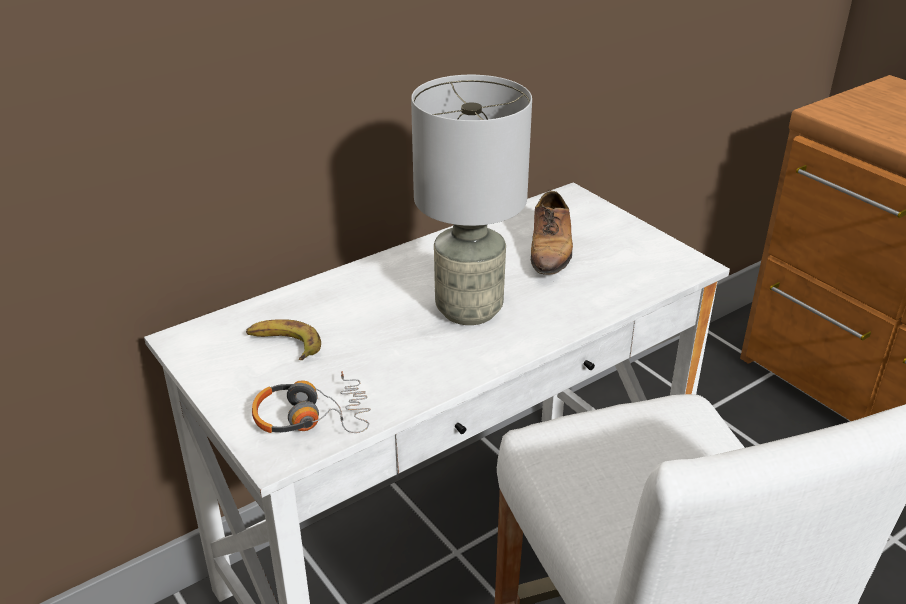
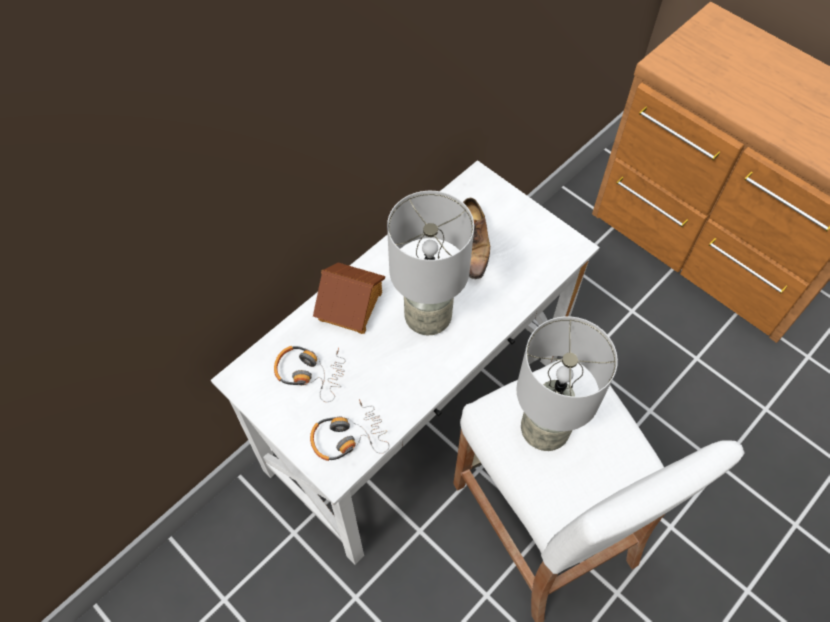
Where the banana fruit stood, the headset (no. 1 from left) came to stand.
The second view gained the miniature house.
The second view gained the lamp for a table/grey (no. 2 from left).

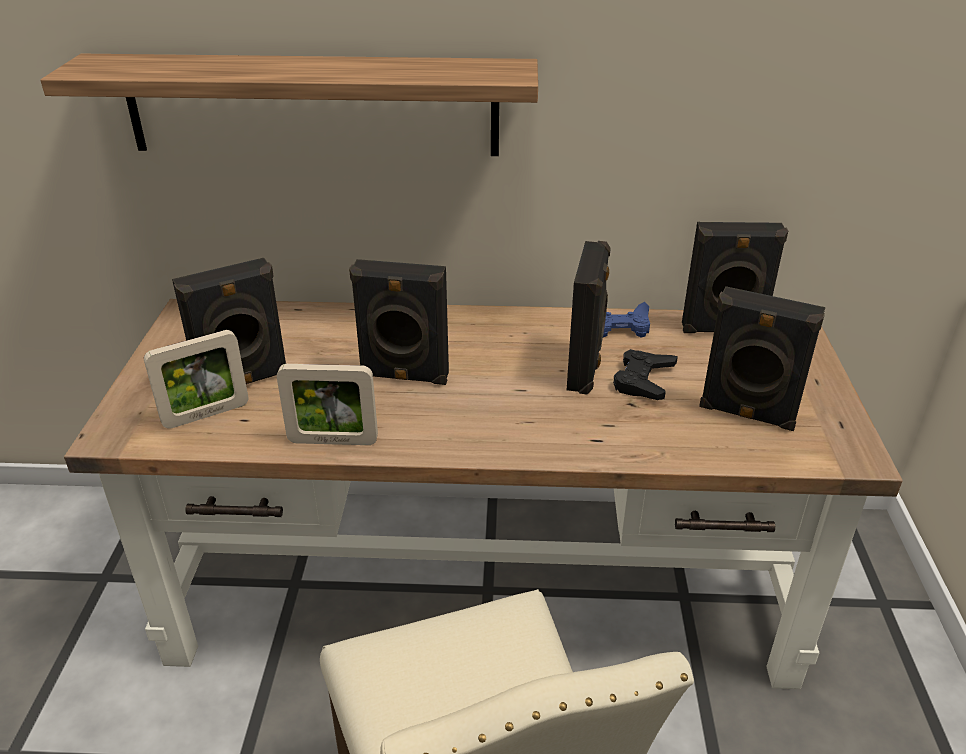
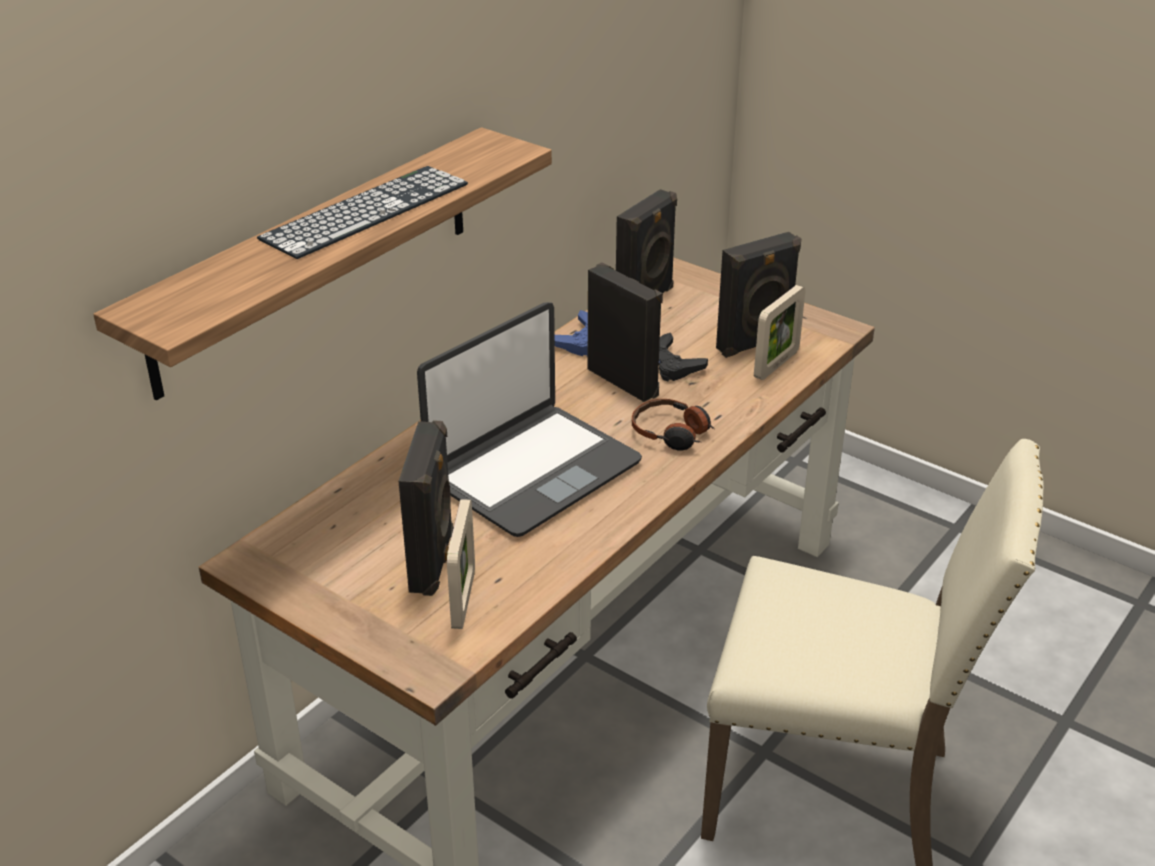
The second view gained the PC keyboard.
Where the speaker/blackish (no. 2 from left) stood, the notebook computer came to stand.
The second view gained the headset.
The standing frame (no. 2 from left) ended up elsewhere.

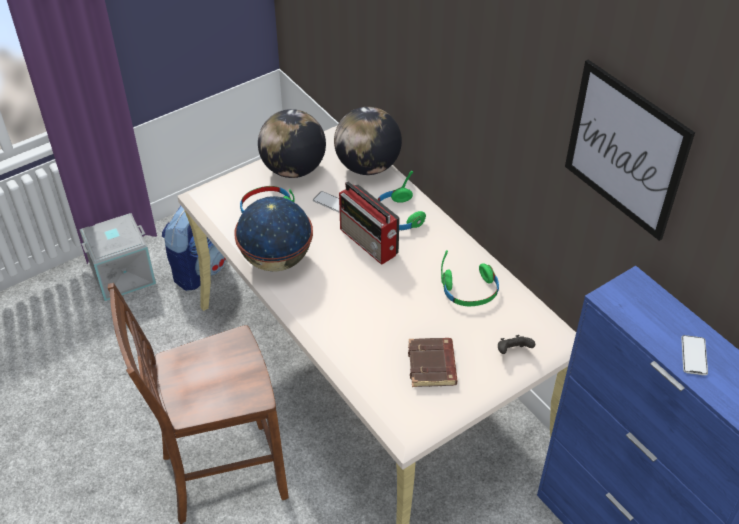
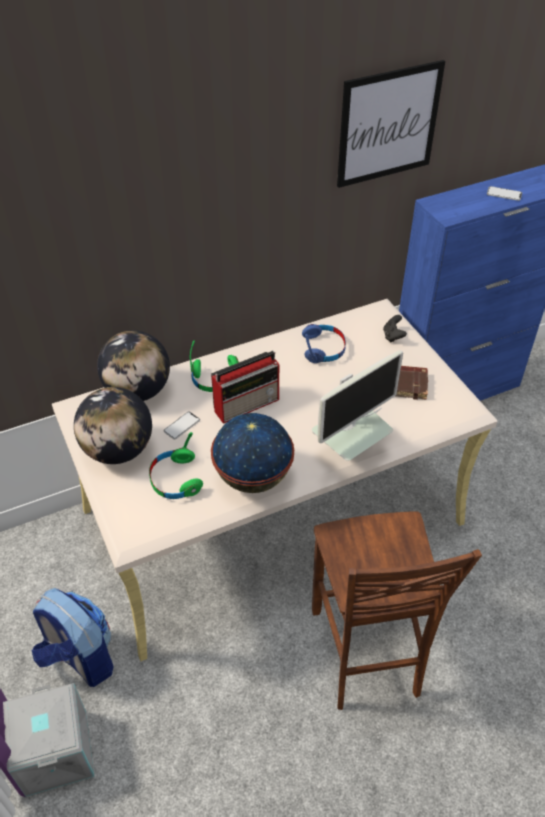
What was the headset/green-coloured (no. 3 from left) turned into the headset/blue-coloured.
The second view gained the computer screen.

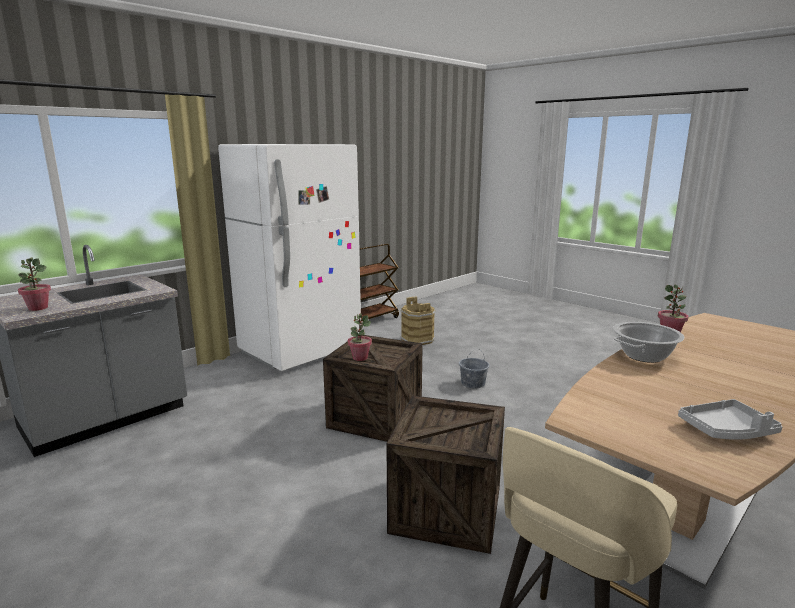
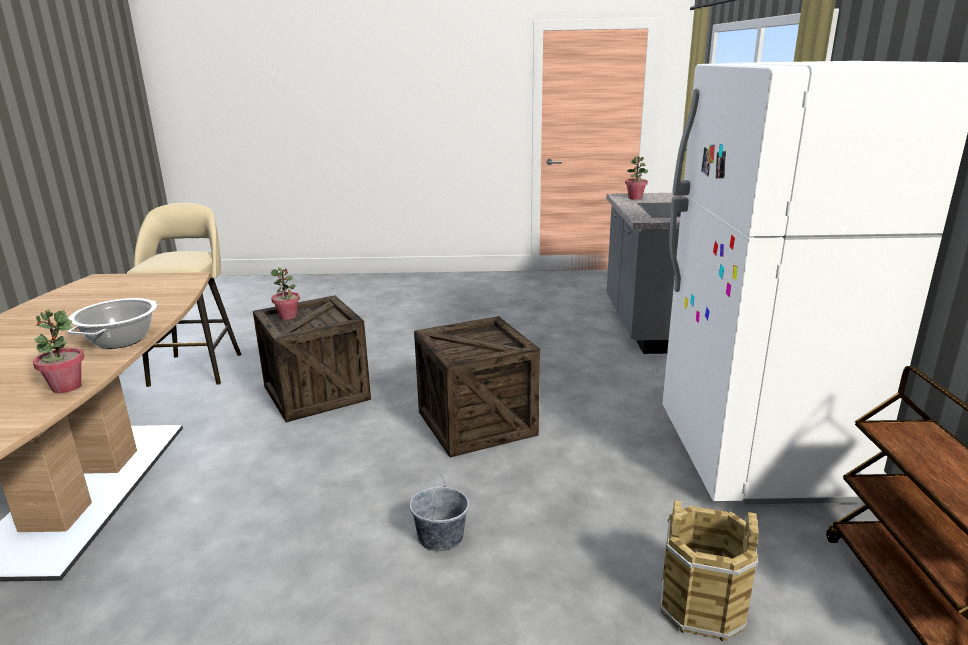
The houseplant (no. 2 from left) ended up elsewhere.
The second view lost the serving tray/grey.

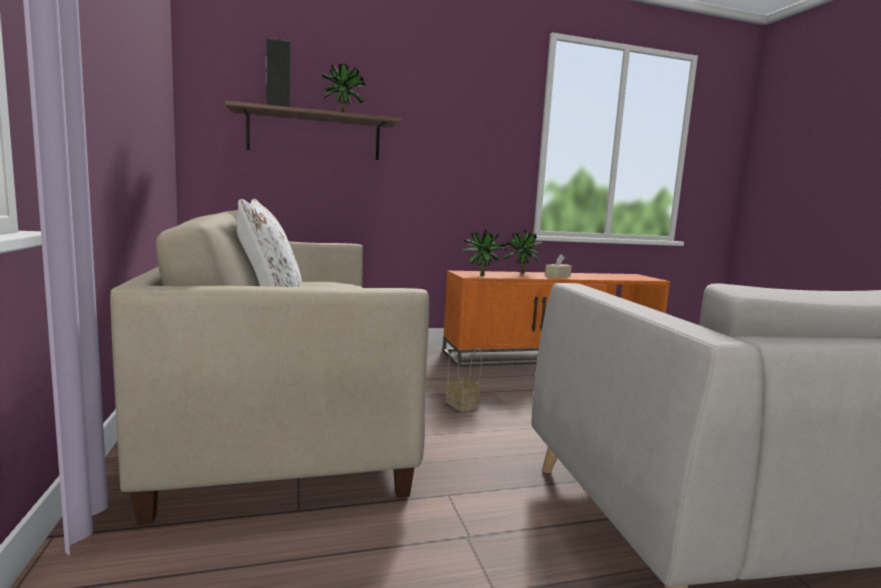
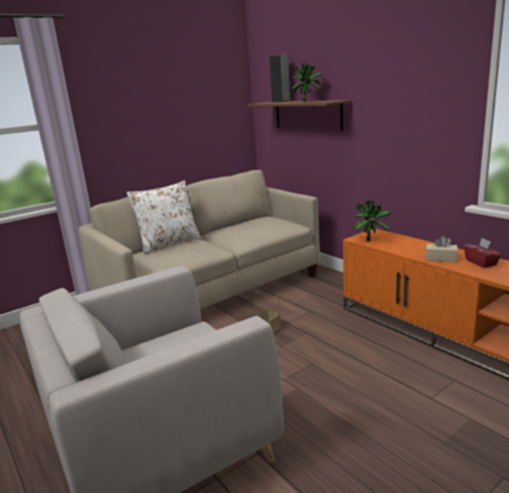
The second view gained the tissue holder/red.
The second view lost the houseplant (no. 3 from left).

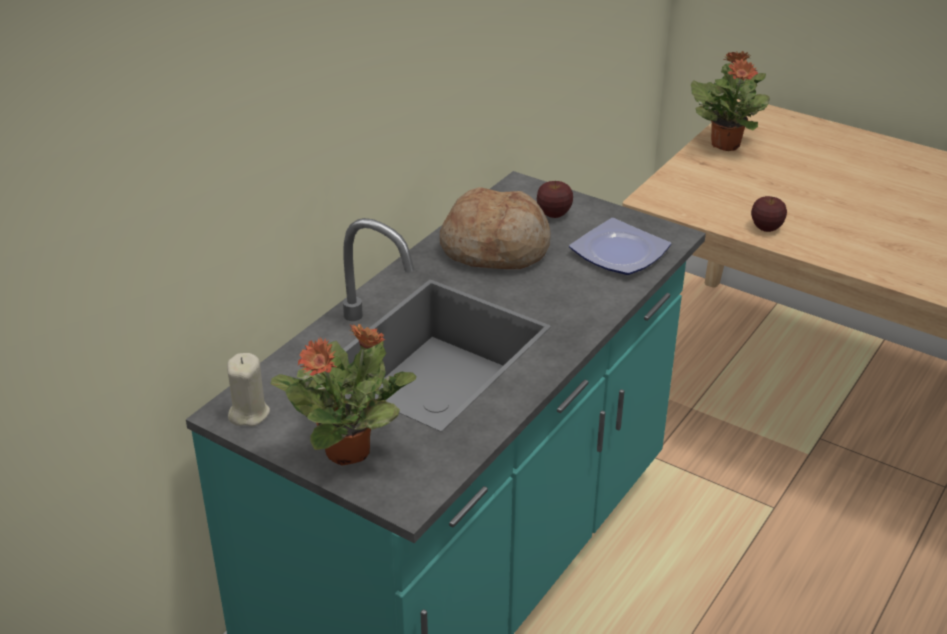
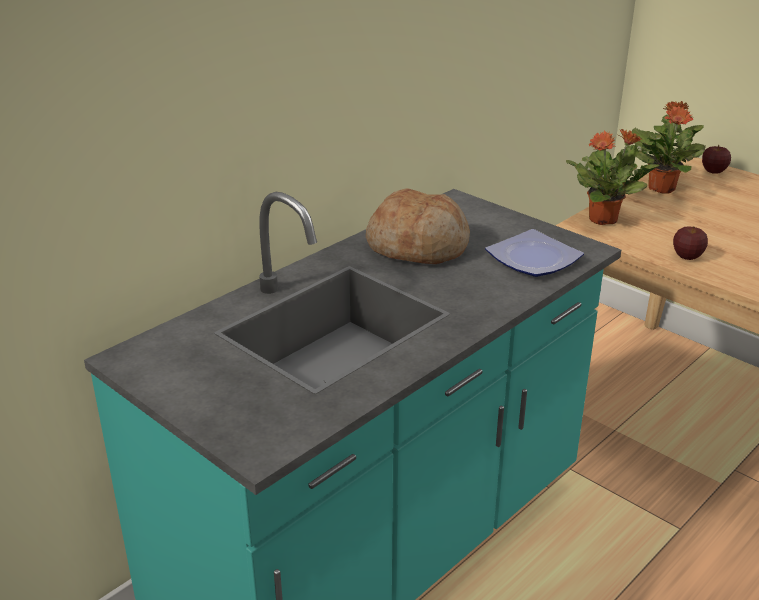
The houseplant (no. 1 from left) ended up elsewhere.
The apple fruit (no. 1 from left in the first image) ended up elsewhere.
The second view lost the wax candle/beige.

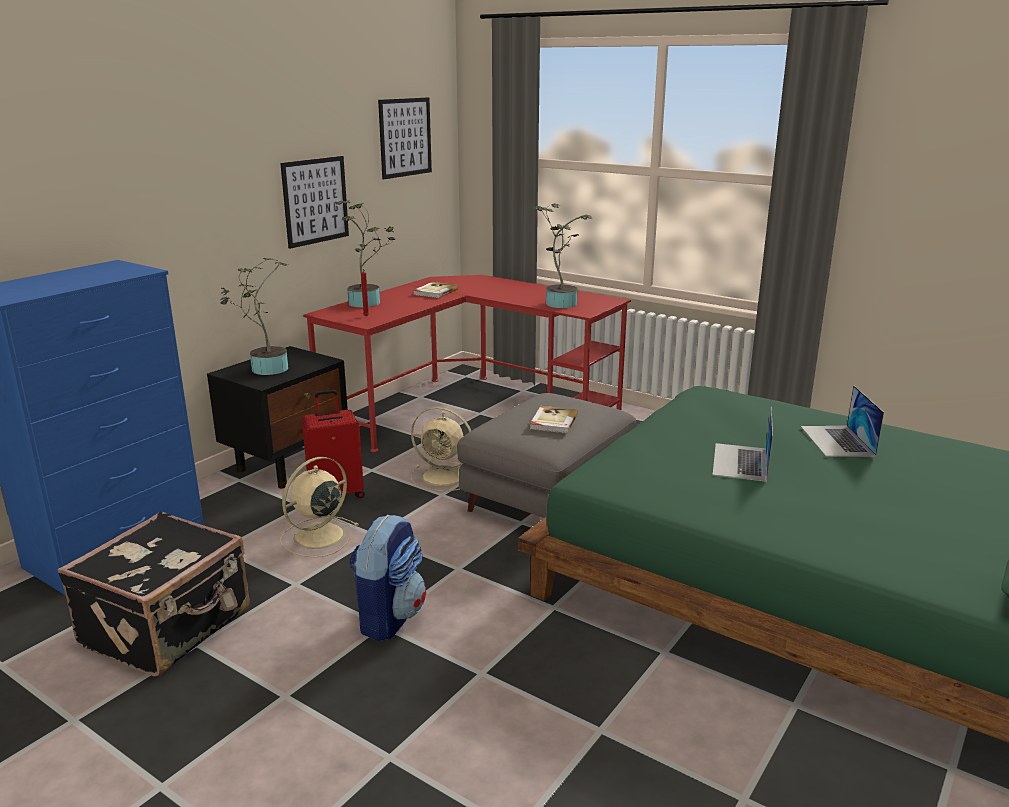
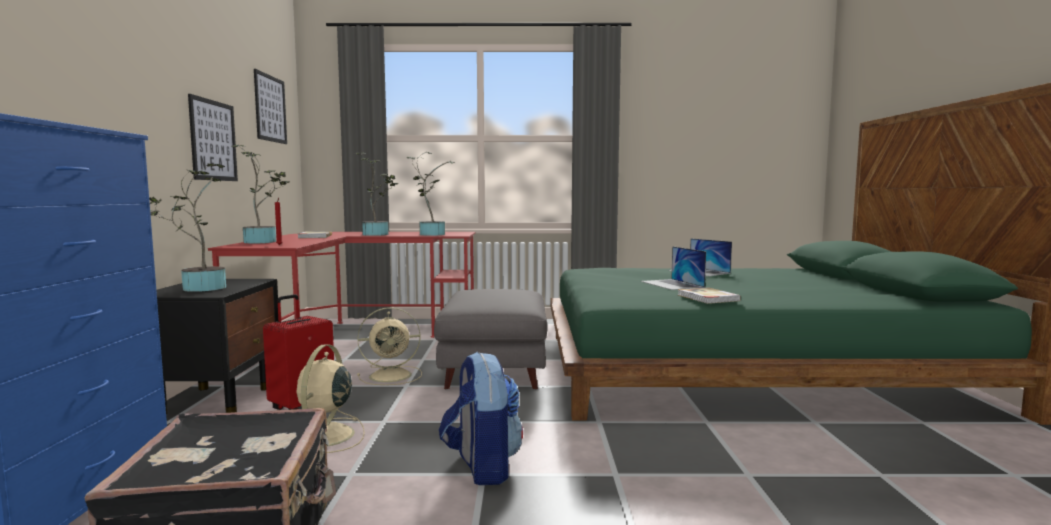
The second view gained the houseplant (no. 3 from left).
The book (no. 2 from left) ended up elsewhere.

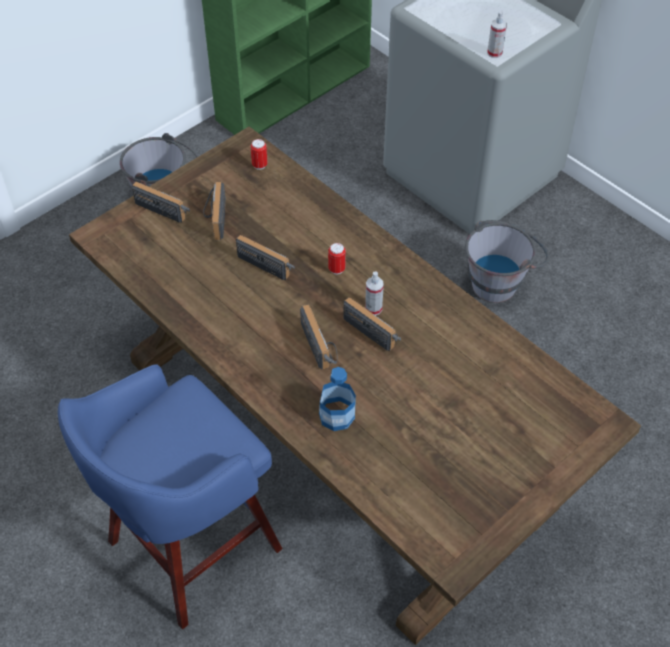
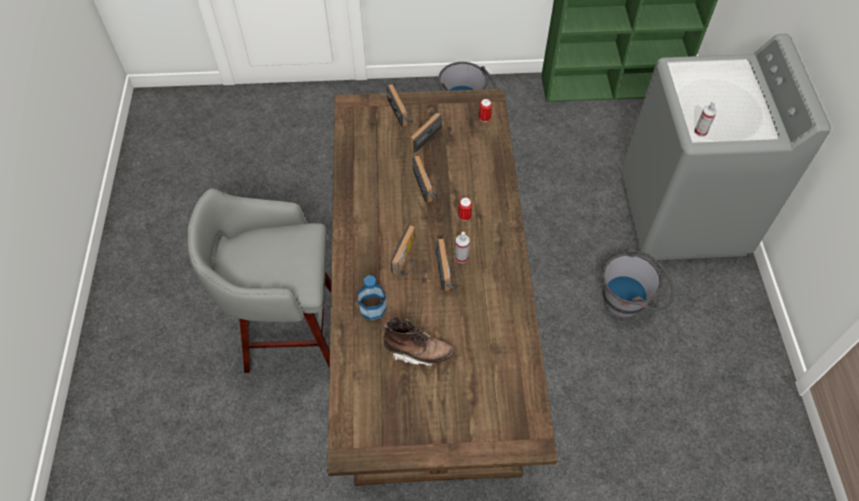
What was the stool/blue-coloured turned into the stool/grey.
The second view gained the tall boot/brown.

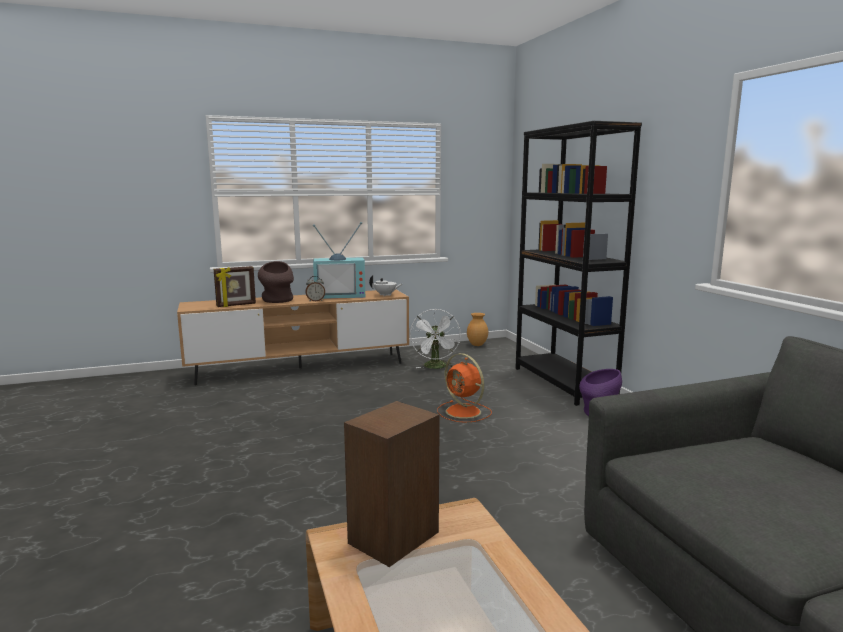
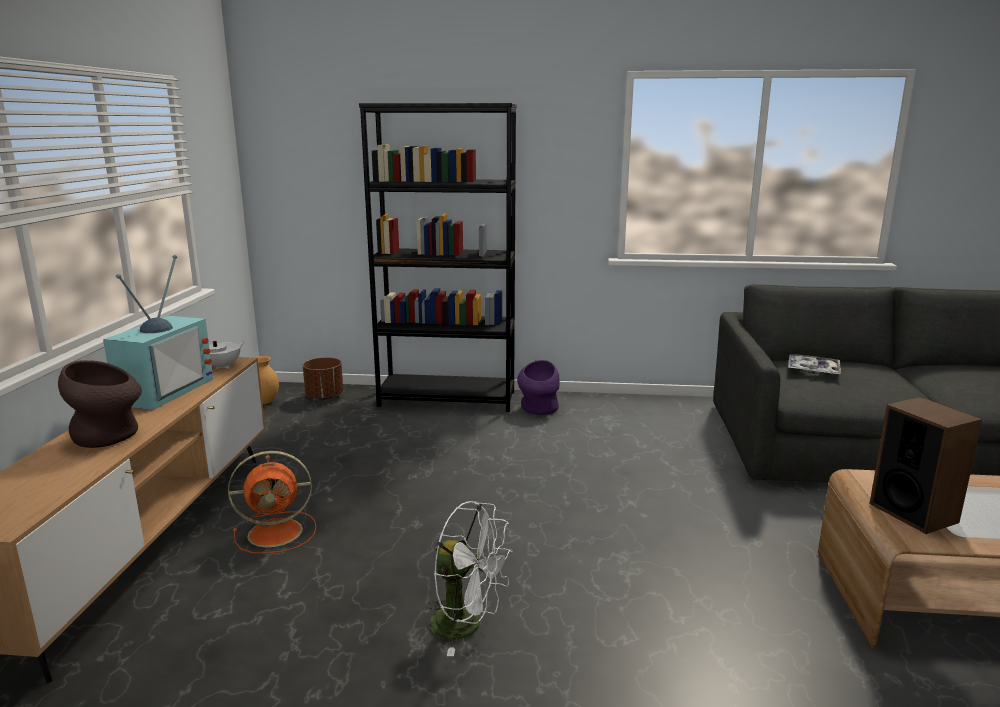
The electric fan/orange ended up elsewhere.
The second view gained the flower pot/brown.
The electric fan/whitish ended up elsewhere.
The second view gained the serving tray.
The second view lost the standing frame.
The second view lost the table clock.

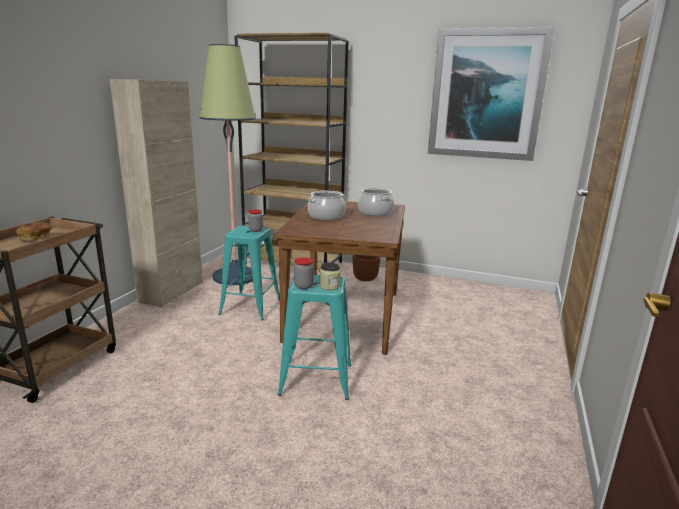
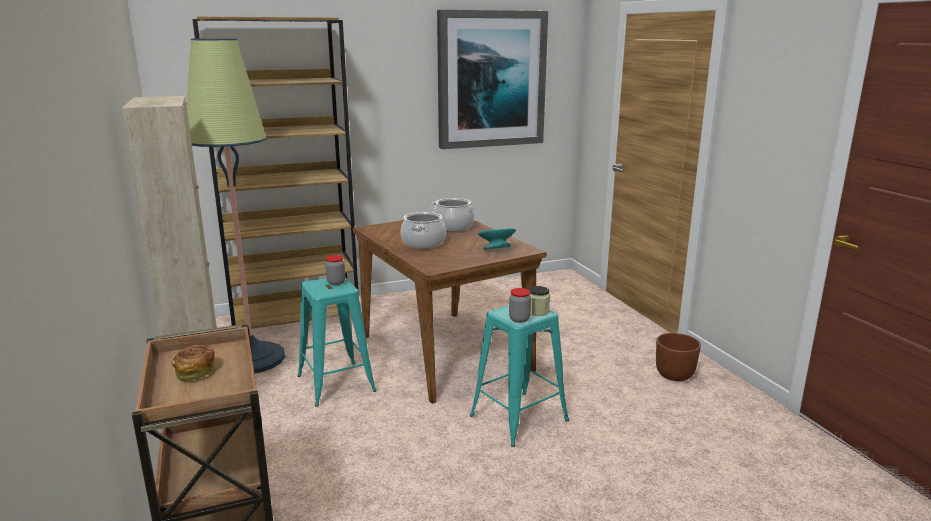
The second view gained the serving bowl/turquoise.
The flower pot/brown ended up elsewhere.

